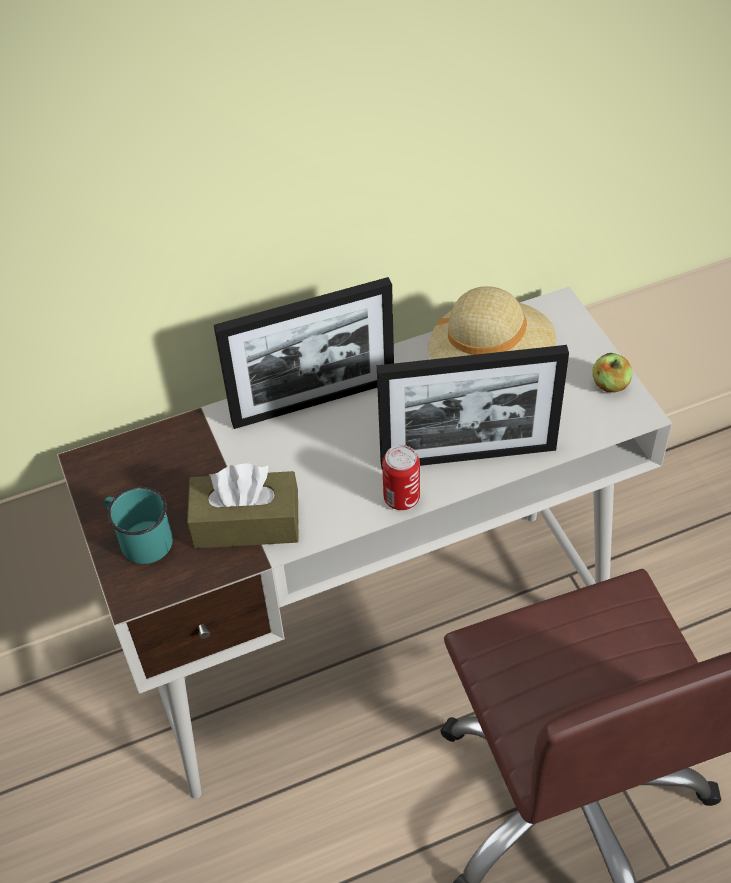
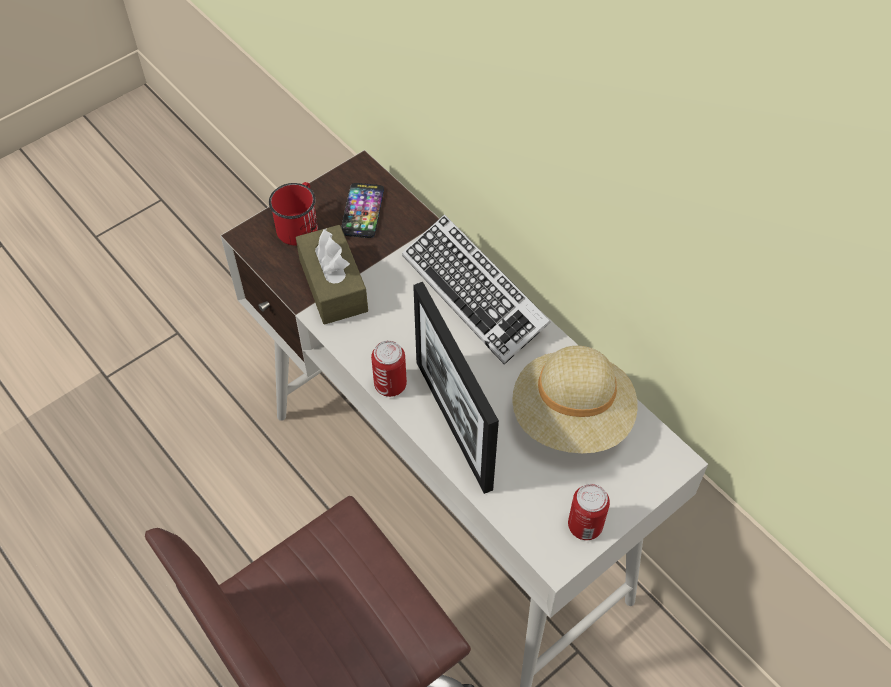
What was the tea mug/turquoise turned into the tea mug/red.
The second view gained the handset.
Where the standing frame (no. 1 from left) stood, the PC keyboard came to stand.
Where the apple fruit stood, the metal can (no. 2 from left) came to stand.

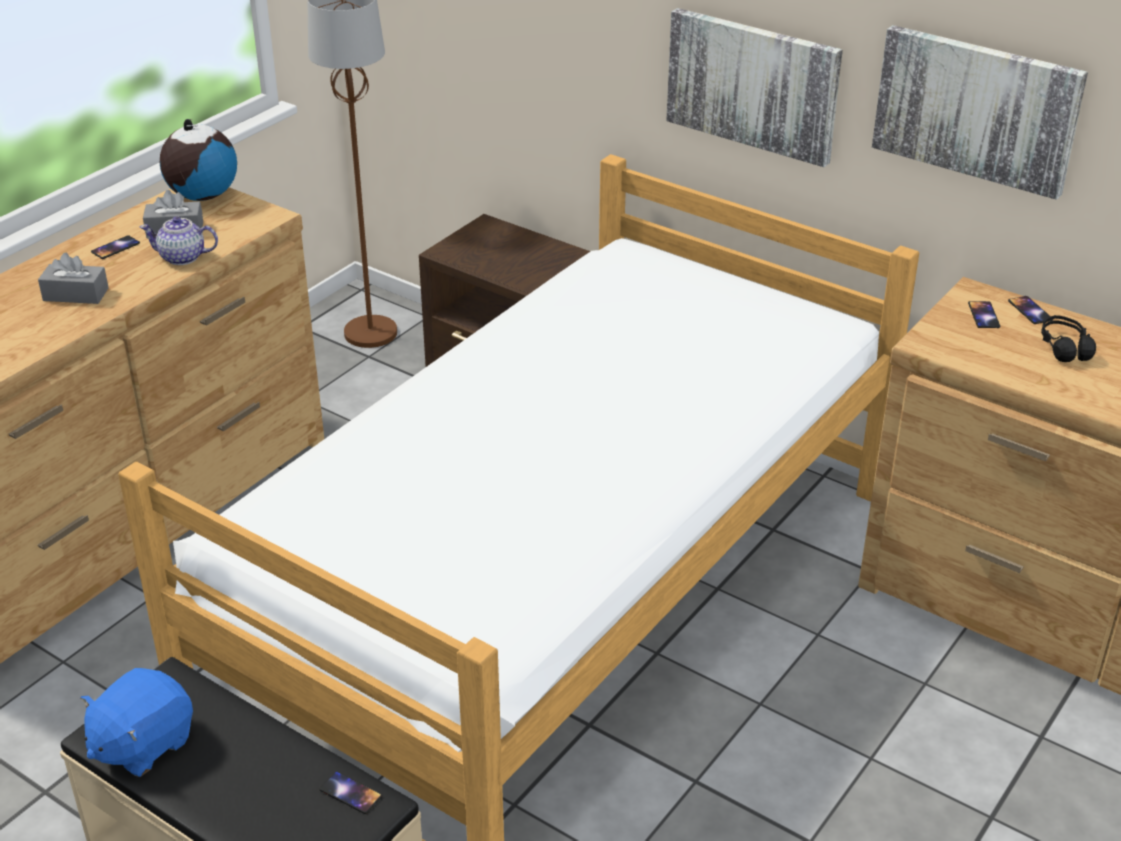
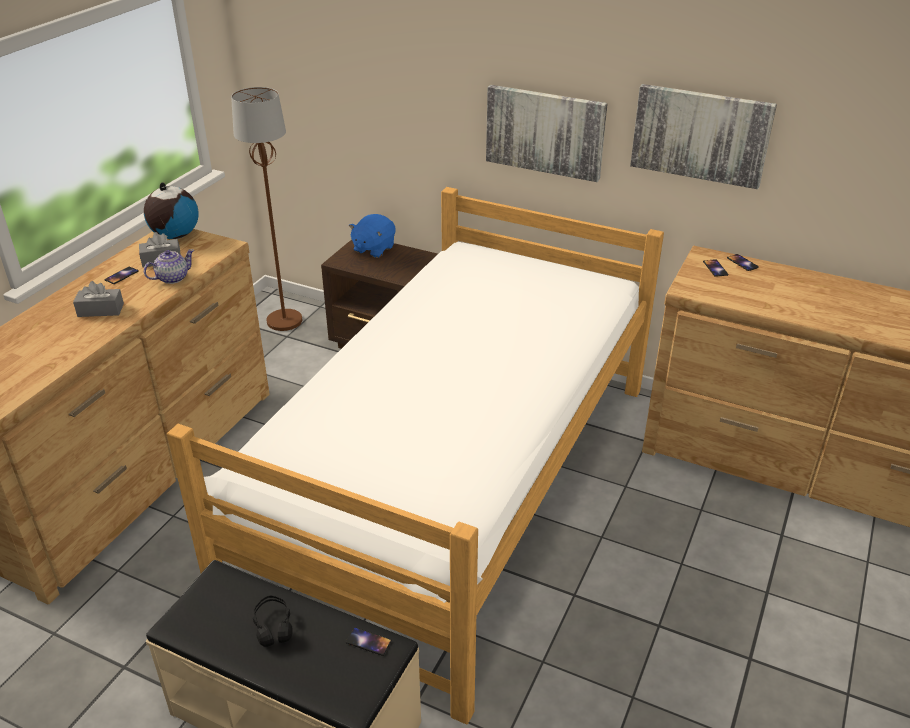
The pot for tea ended up facing another way, 150 degrees clockwise from before.
The headset/blackish ended up elsewhere.
The soft toy/blue-coloured ended up elsewhere.

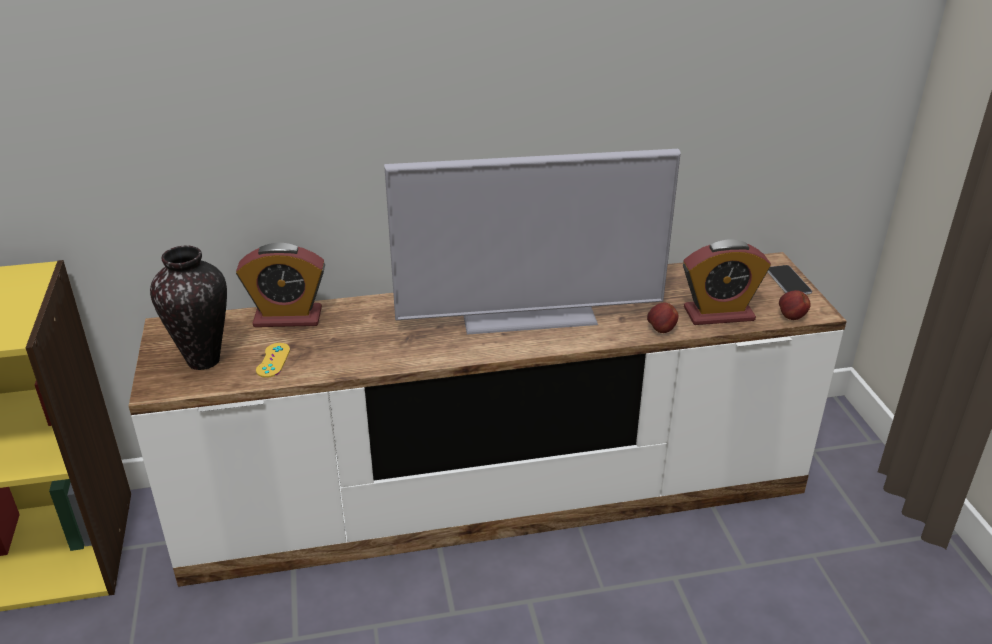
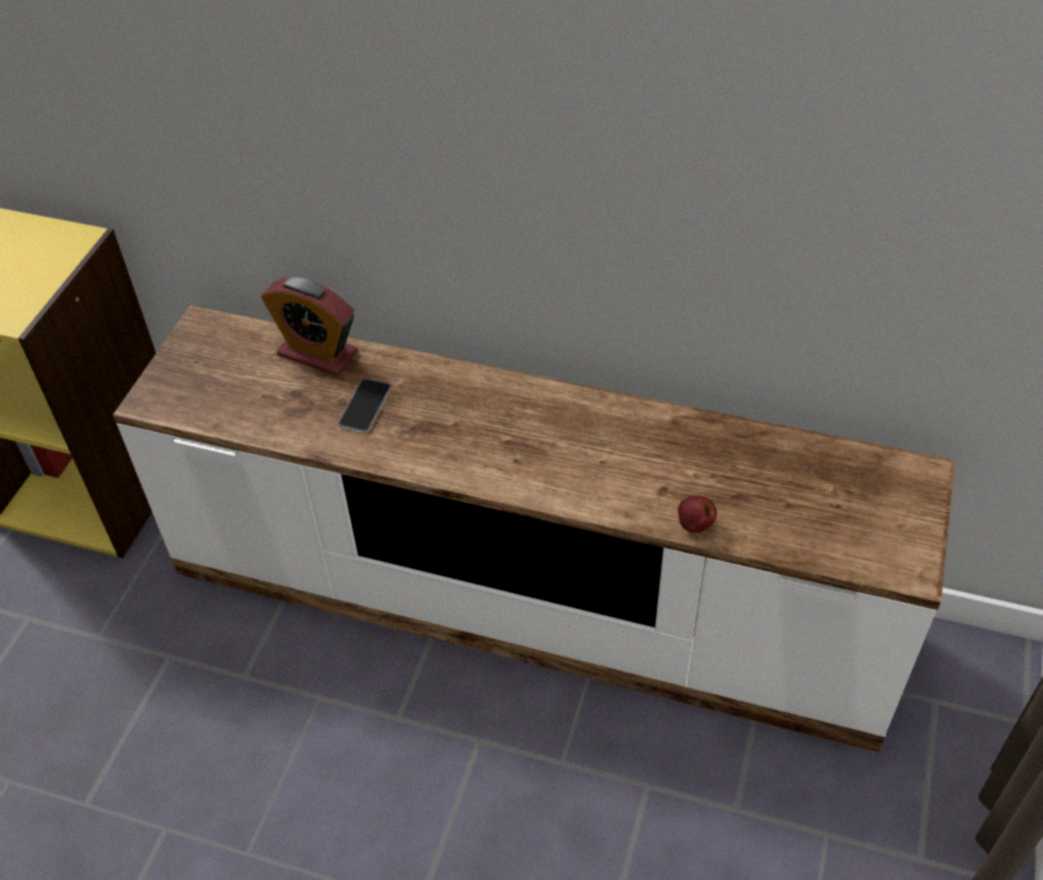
The handset ended up elsewhere.
The second view lost the vase.
The second view lost the gamepad/yellowish.
The second view lost the television.
The second view lost the table clock (no. 2 from left).
The second view lost the apple fruit (no. 2 from left).

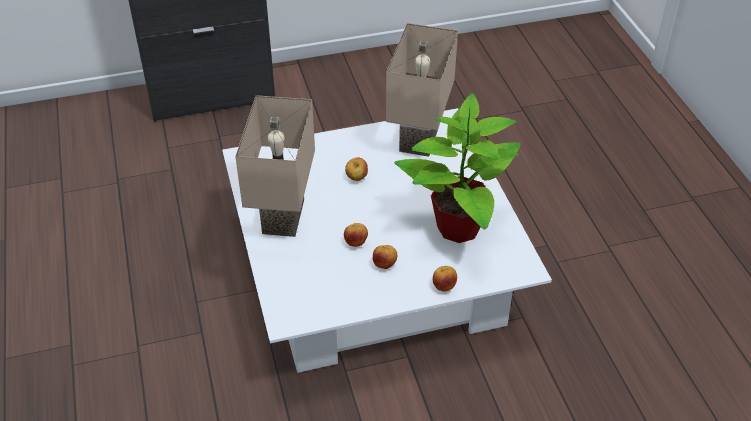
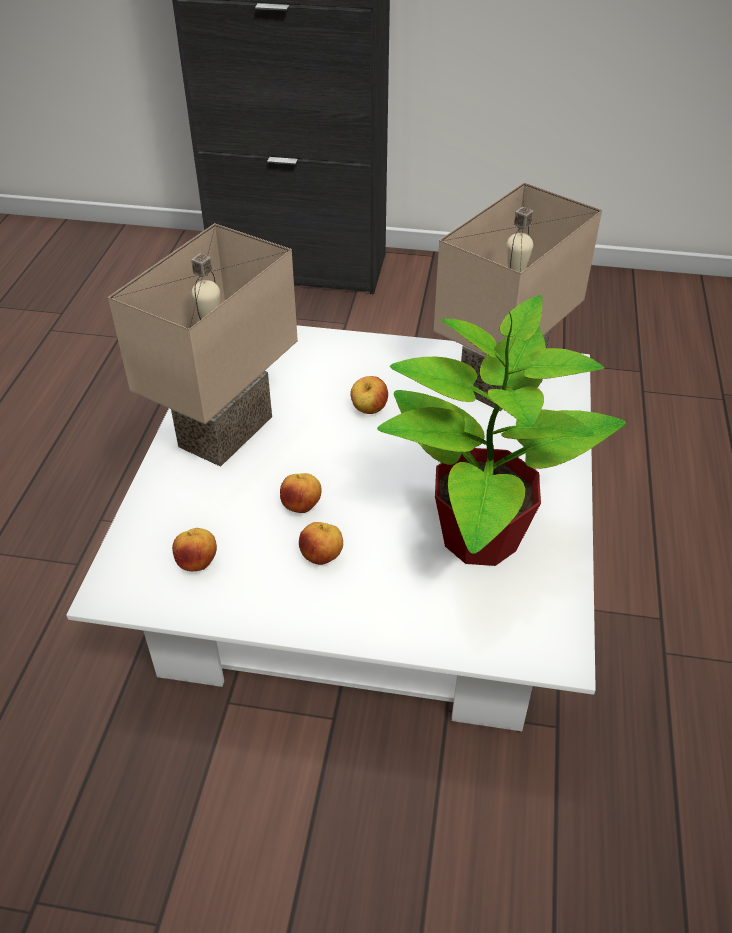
The apple fruit (no. 4 from left in the first image) ended up elsewhere.

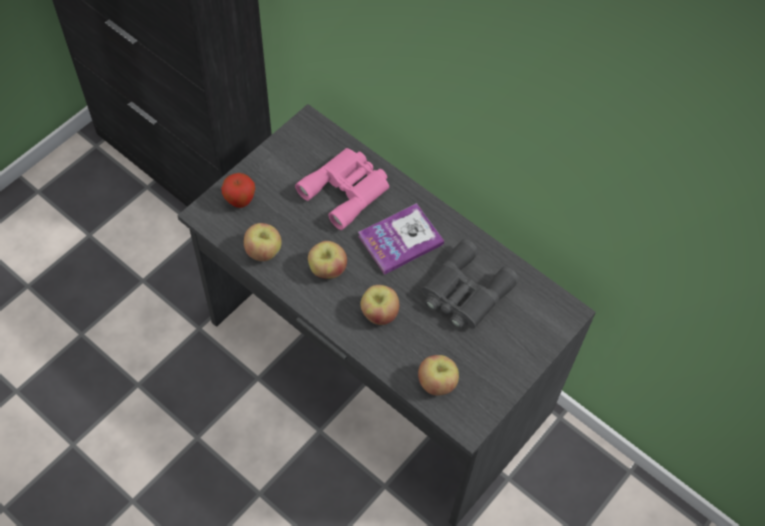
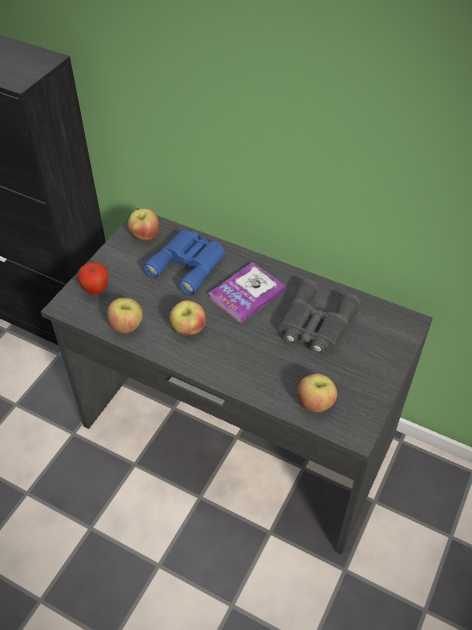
The apple fruit (no. 4 from left in the first image) ended up elsewhere.
What was the pair of binoculars/pink turned into the pair of binoculars/blue-coloured.

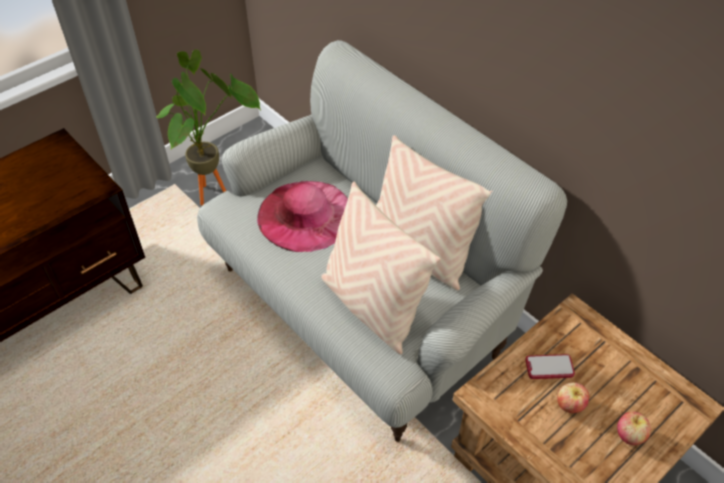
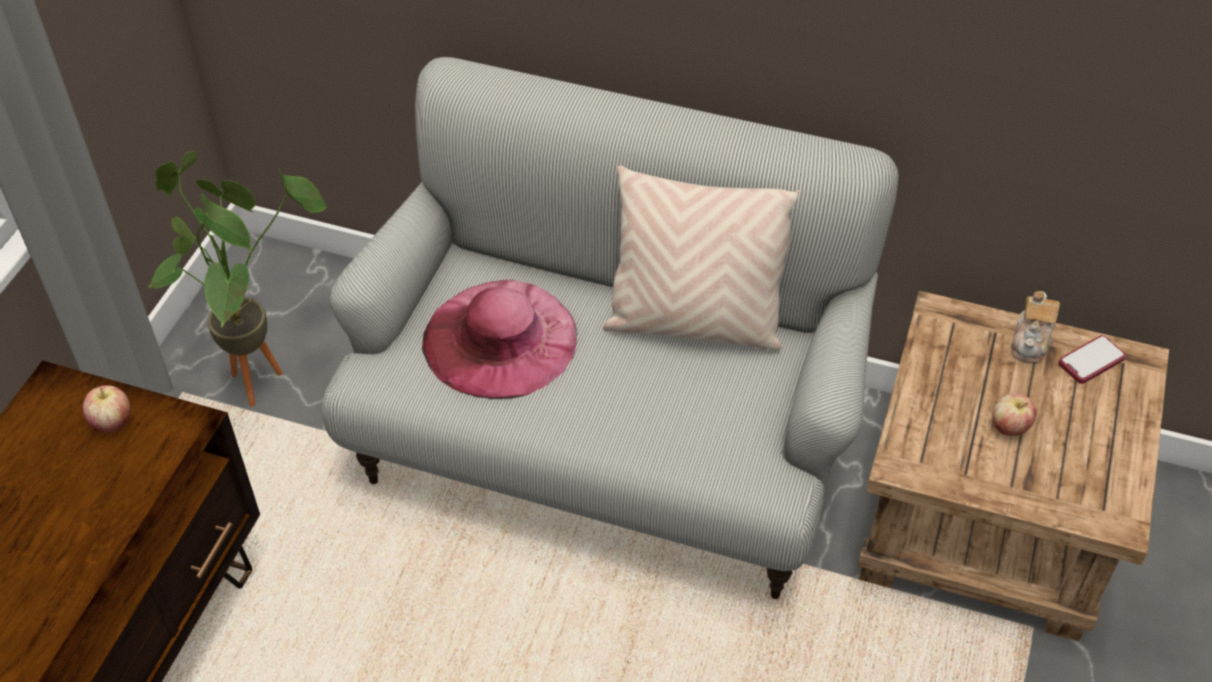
The apple fruit (no. 2 from left in the first image) ended up elsewhere.
The second view gained the pot for tea.
The handset ended up elsewhere.
The second view lost the pillow/beige (no. 1 from left).

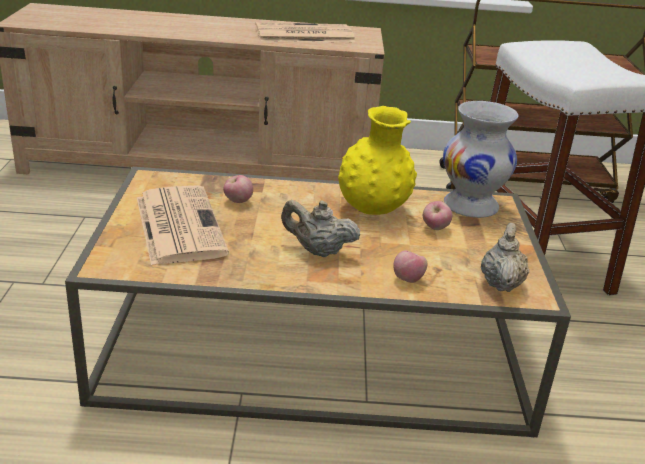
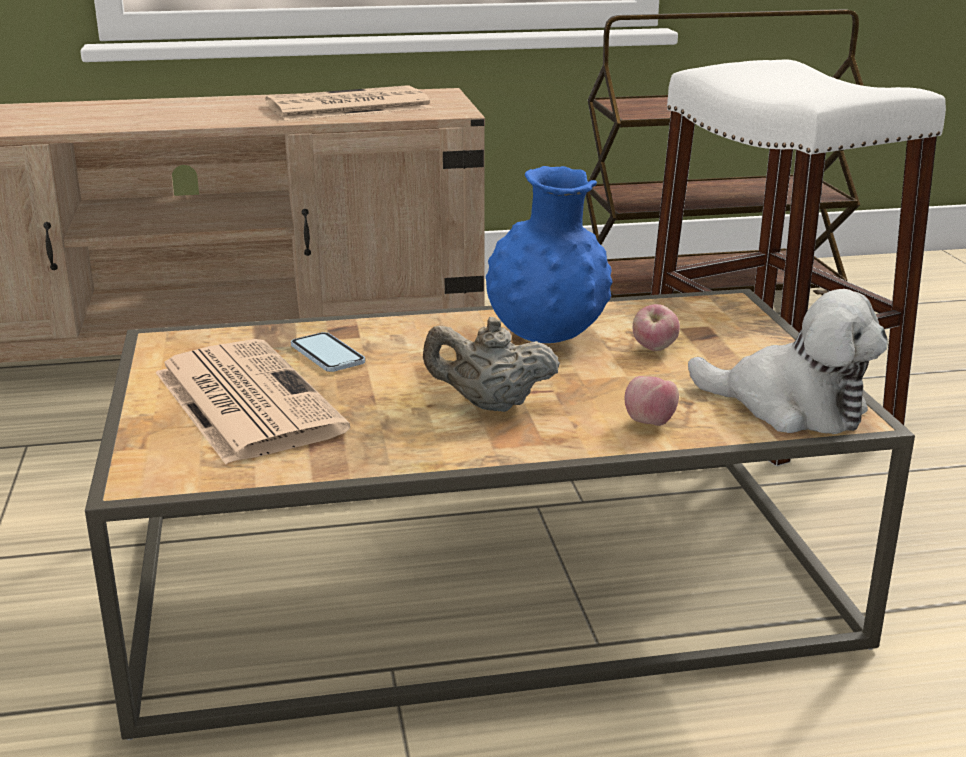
Where the apple fruit (no. 1 from left) stood, the handset came to stand.
What was the vase/yellowish turned into the vase/blue-coloured.
Where the pot for tea/beige (no. 2 from left) stood, the soft toy came to stand.
The second view lost the vase/whitish.

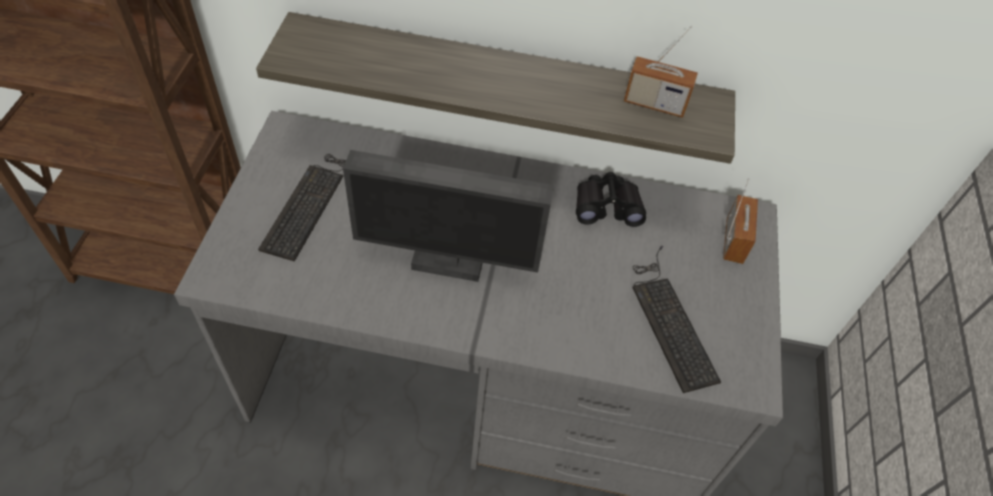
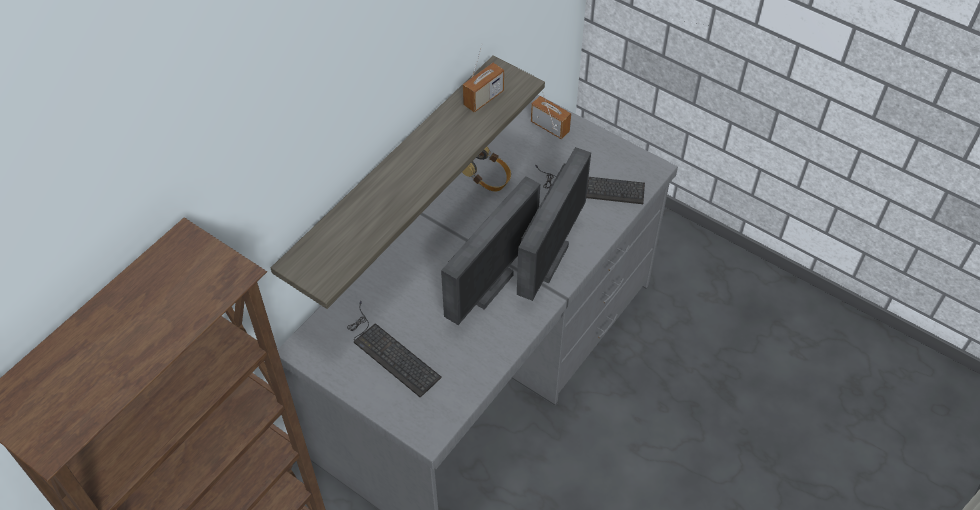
Where the pair of binoculars/blackish stood, the headset came to stand.
The second view gained the computer screen (no. 2 from left).

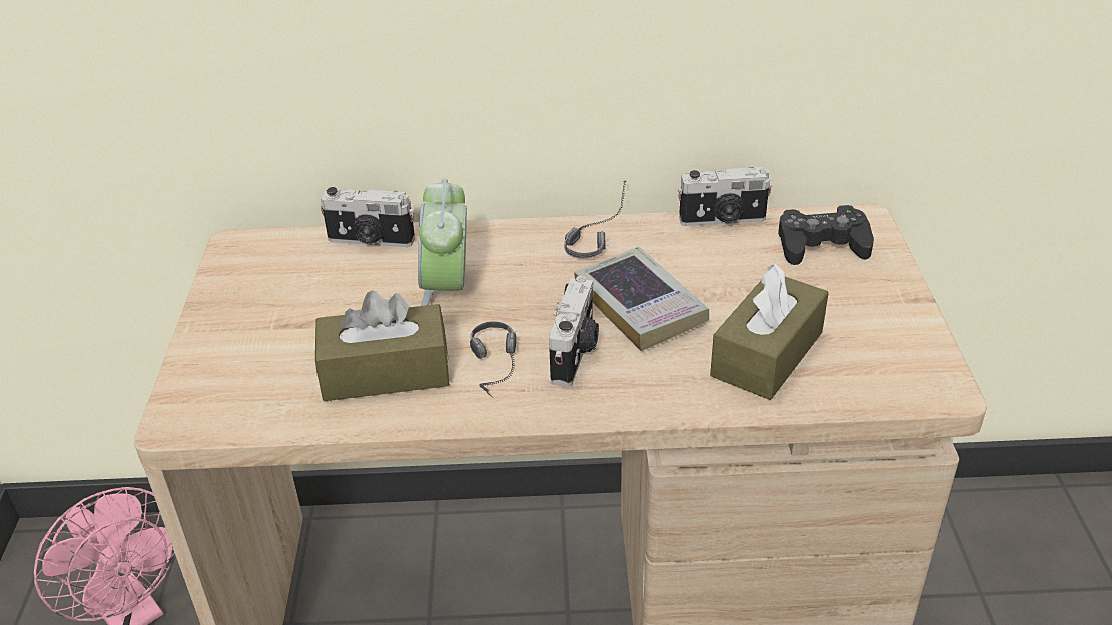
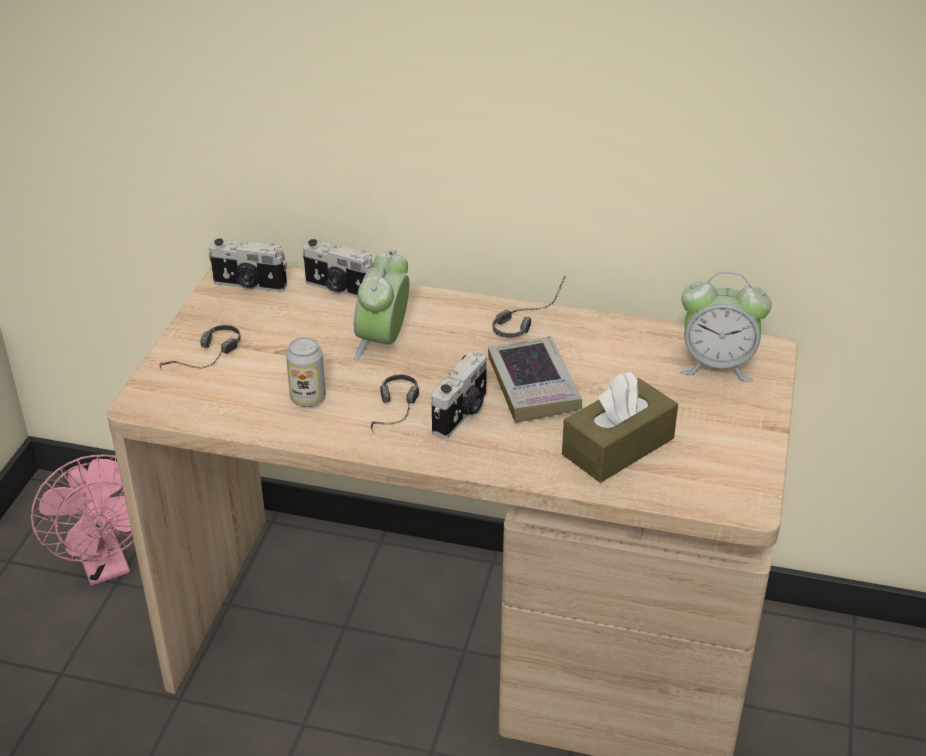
The second view gained the headset (no. 1 from left).
The still camera (no. 3 from left in the first image) ended up elsewhere.
Where the tissue holder/brown (no. 1 from left) stood, the metal can came to stand.
Where the gamepad/blackish stood, the table clock (no. 2 from left) came to stand.

